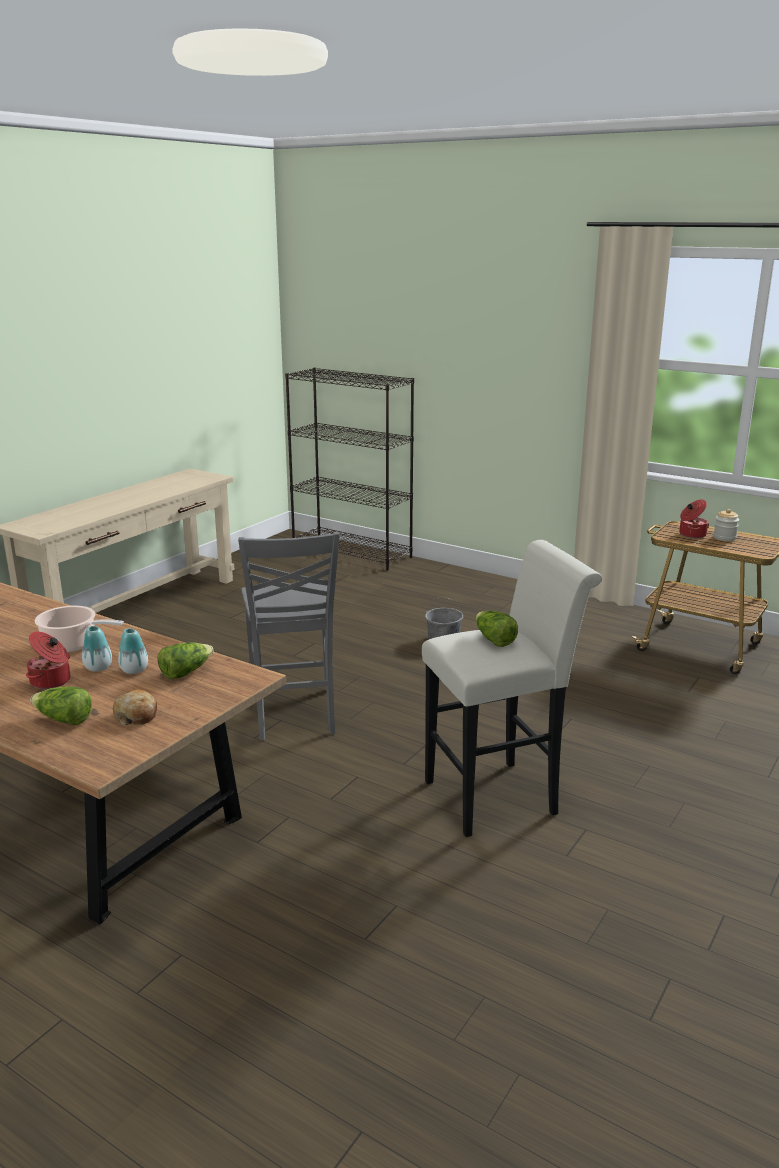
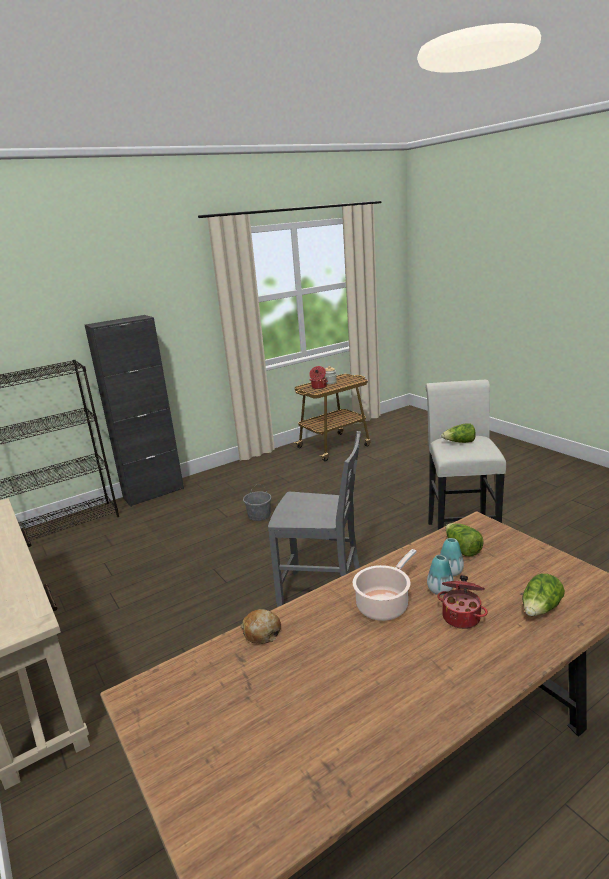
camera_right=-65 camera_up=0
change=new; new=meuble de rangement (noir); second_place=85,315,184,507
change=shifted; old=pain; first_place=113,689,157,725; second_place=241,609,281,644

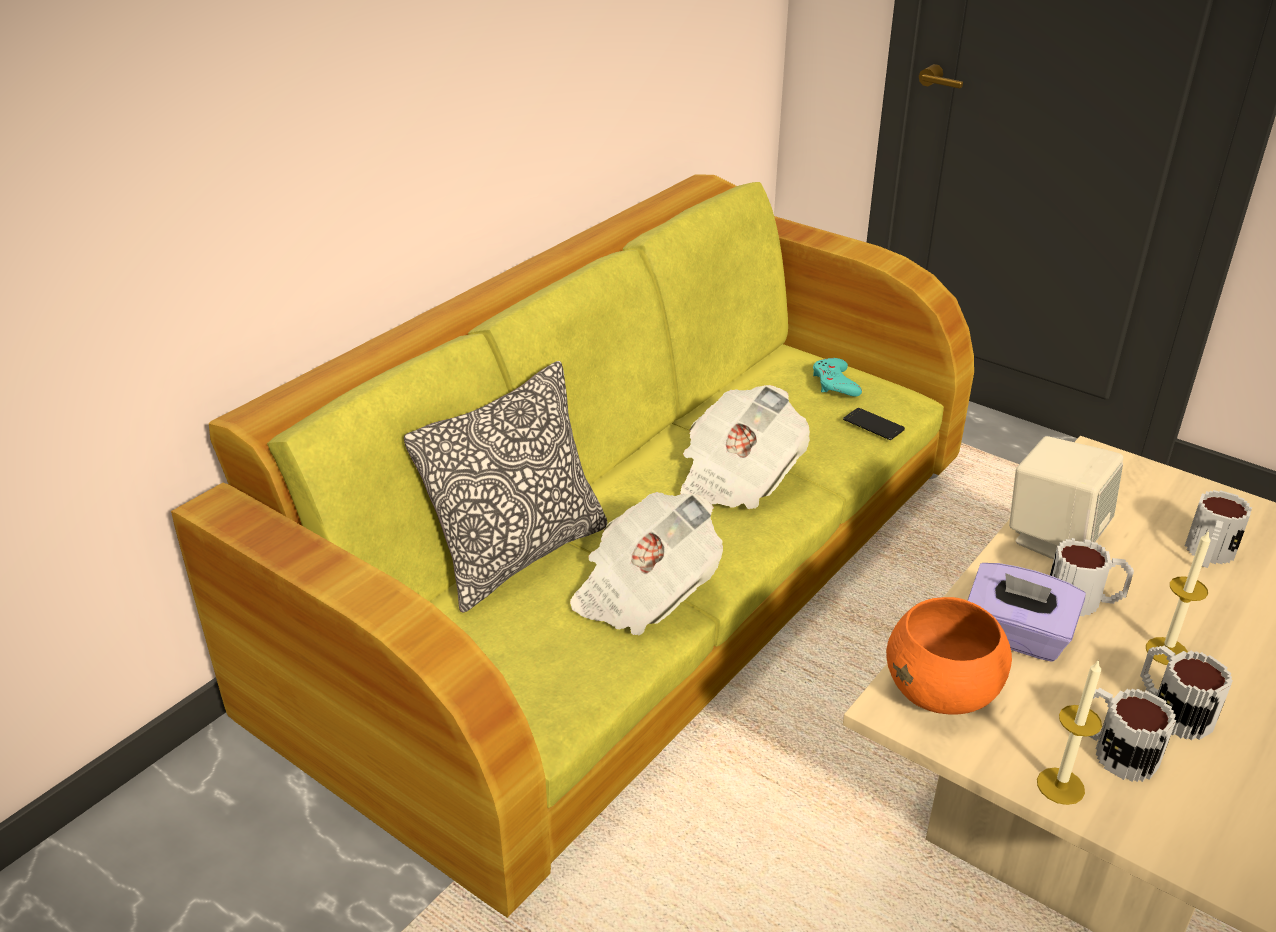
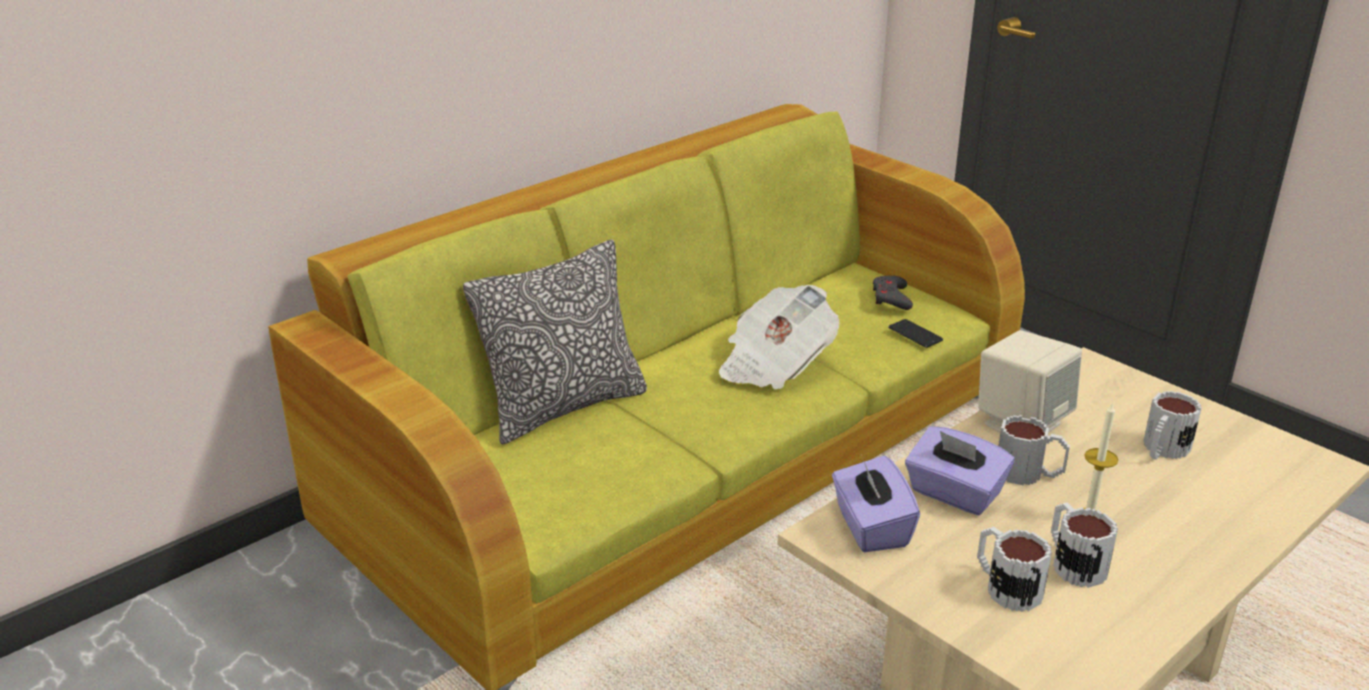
camera_right=10 camera_up=-5
change=gone; old=journal; first_place=570,492,723,636
change=gone; old=bougie; first_place=1037,659,1102,805
change=swapped; old=bol (orange); new=boîte à mouchoirs (violet); first_place=886,597,1012,715; second_place=832,456,920,552
change=repainted; old=manette (turquoise); new=manette (gris); first_place=813,358,862,397; second_place=873,275,913,310

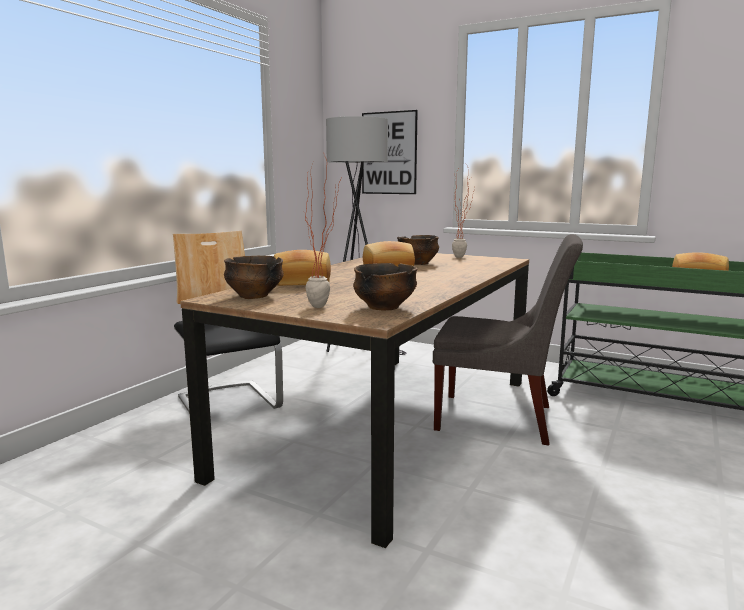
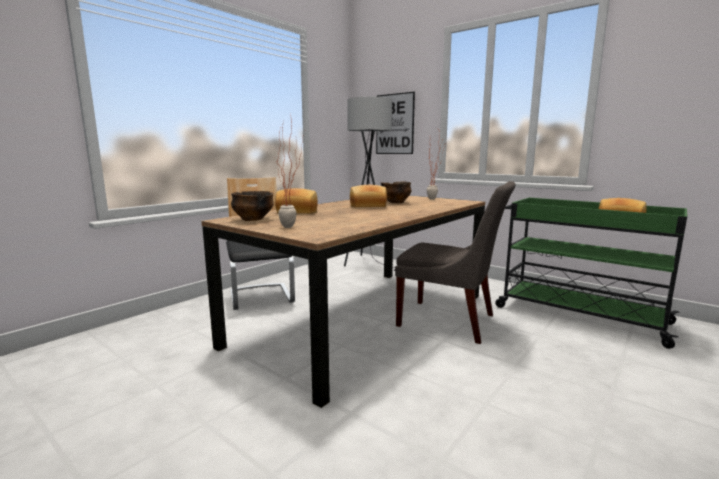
camera_right=10 camera_up=0
change=gone; old=bol; first_place=353,263,418,311

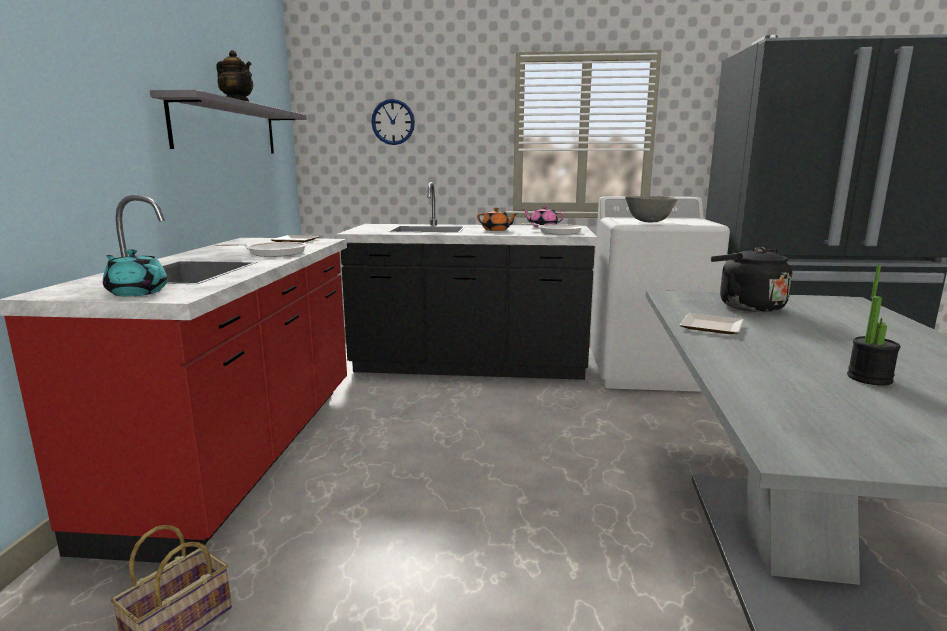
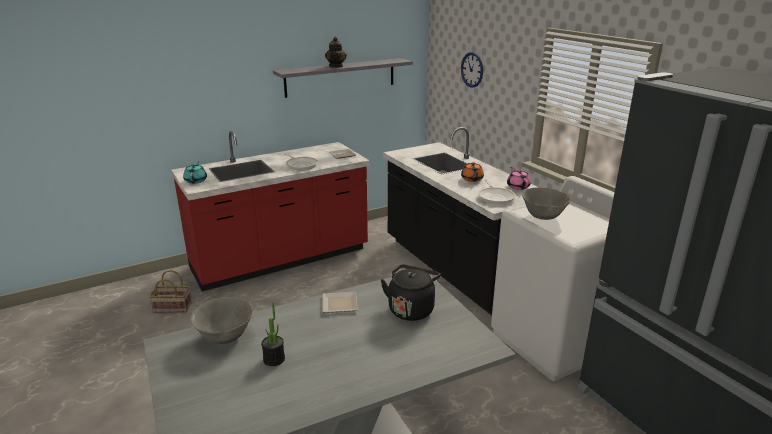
camera_right=55 camera_up=10
change=new; new=bol (gris); second_place=191,297,253,344

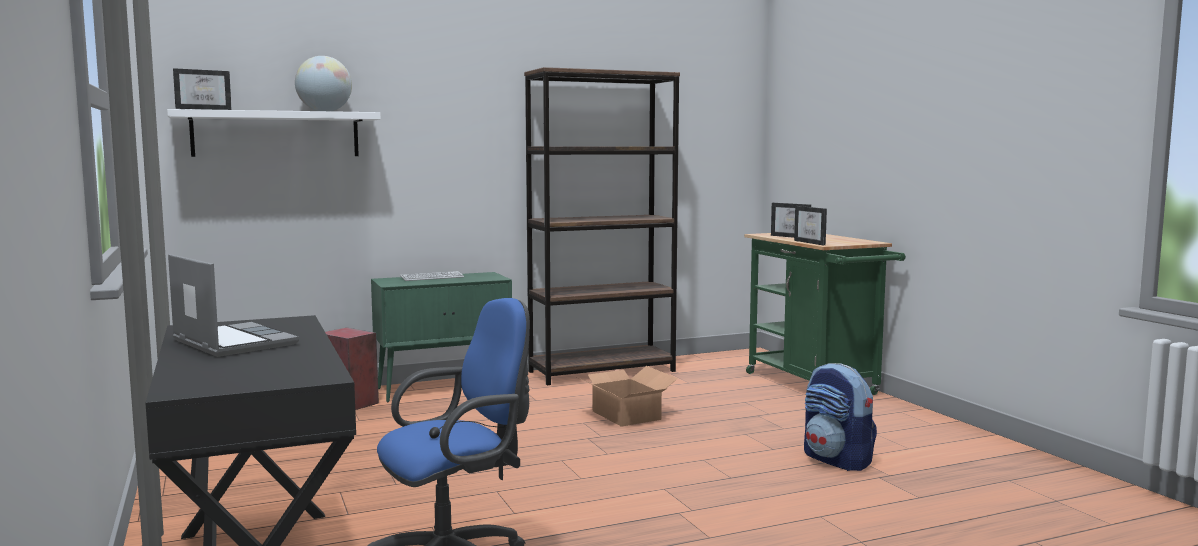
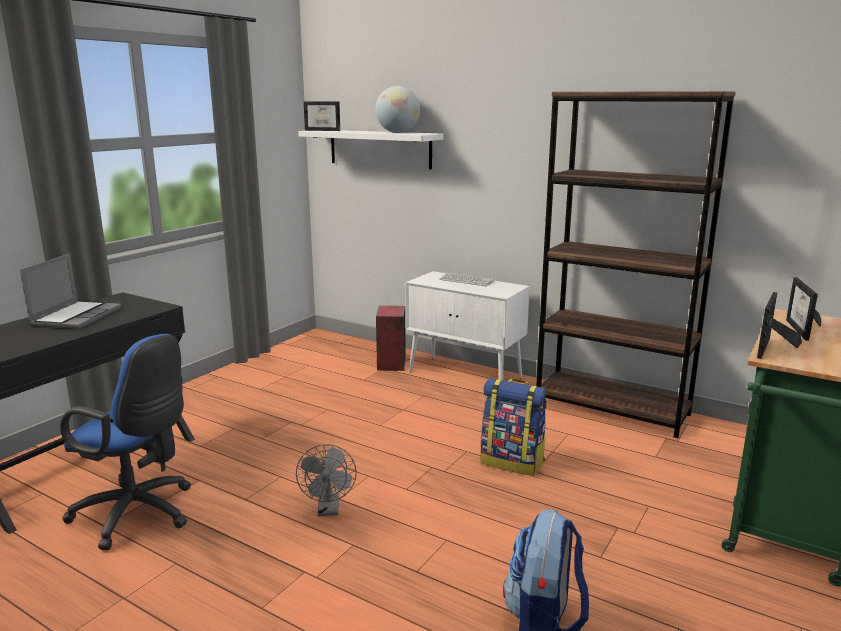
camera_right=55 camera_up=10
change=new; new=ventilateur (gris); second_place=296,444,357,516
change=swapped; old=carton; new=sac à dos; first_place=575,366,678,427; second_place=480,378,547,476
change=repainted; old=meuble de rangement (vert); new=meuble de rangement (blanc); first_place=371,272,512,402; second_place=405,271,530,380

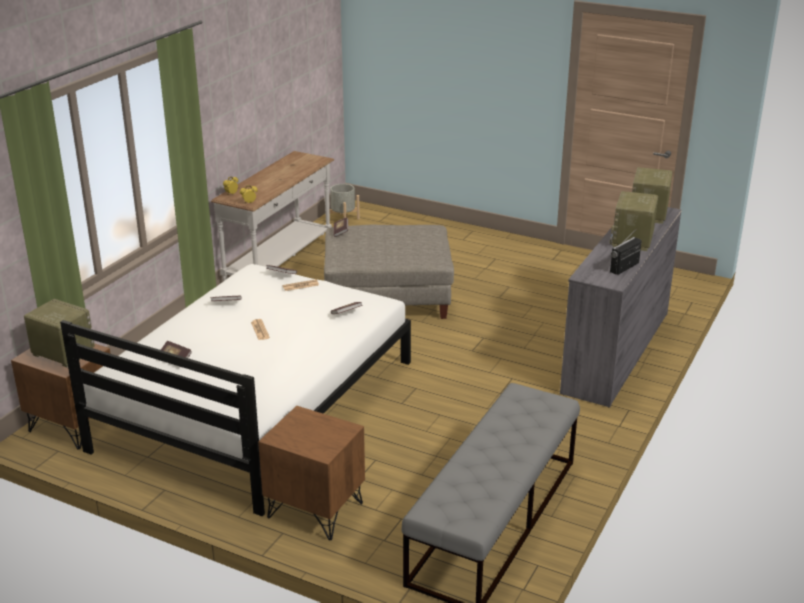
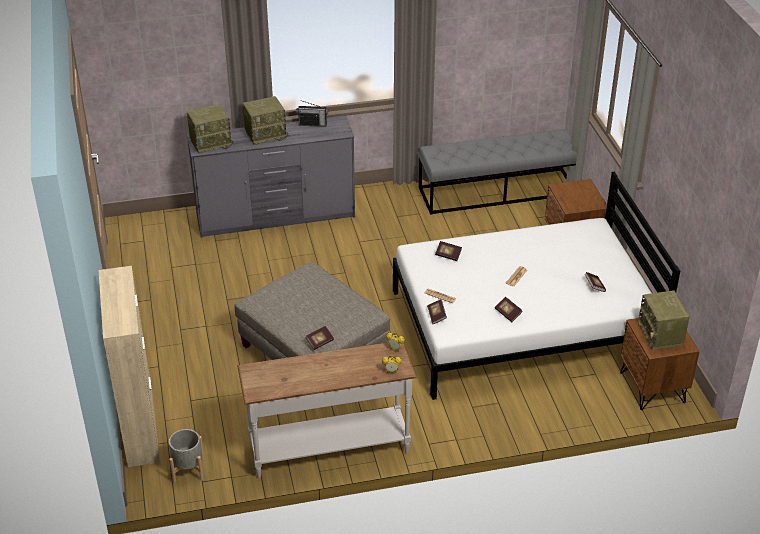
camera_right=-130 camera_up=10
change=new; new=meuble de rangement (beige); second_place=98,266,160,467

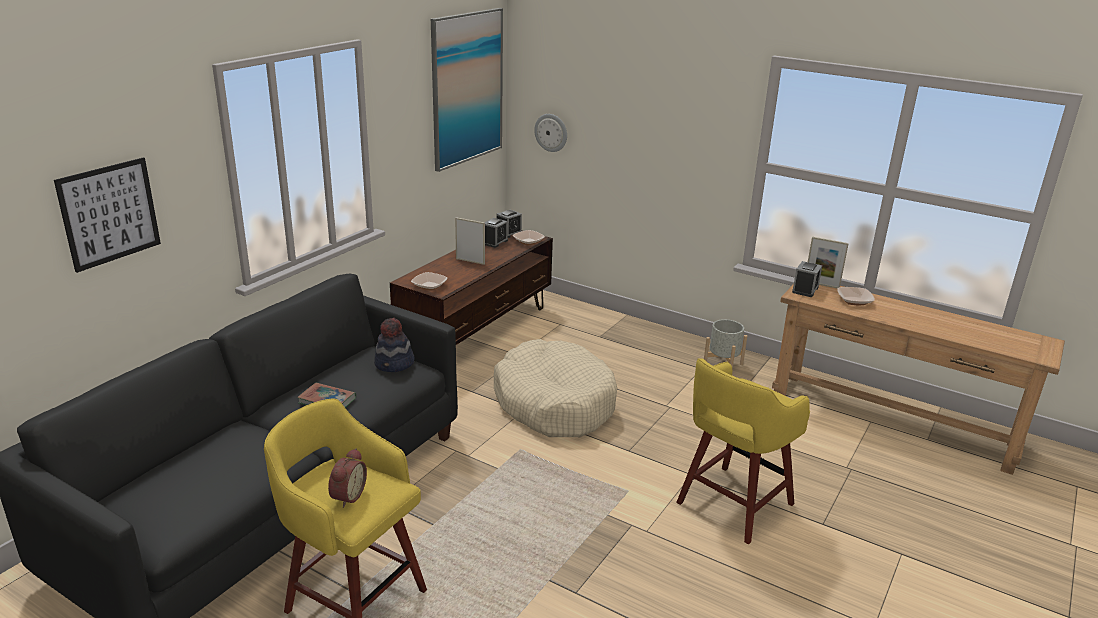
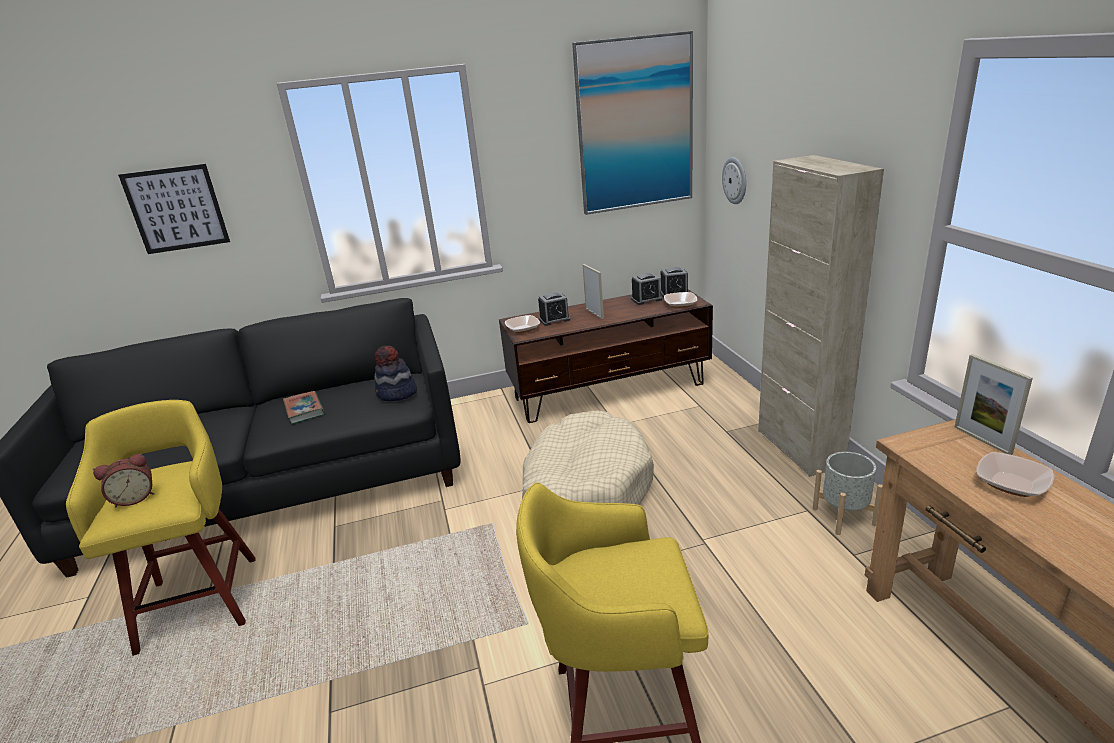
camera_right=45 camera_up=0
change=new; new=meuble de rangement (beige); second_place=758,155,884,477
change=shifted; old=réveil; first_place=792,261,822,297; second_place=538,292,570,326

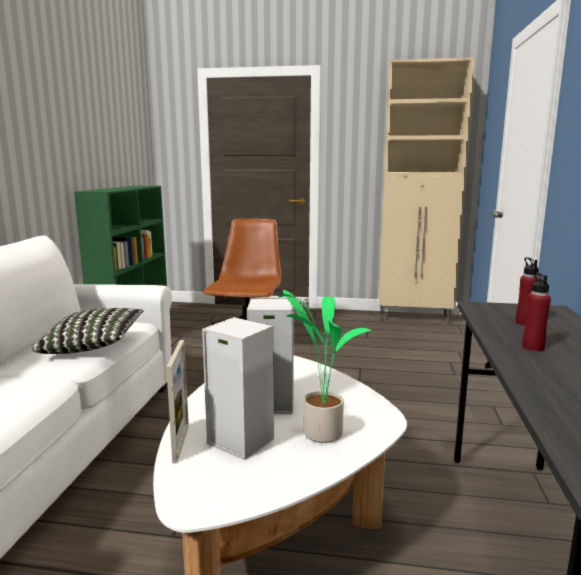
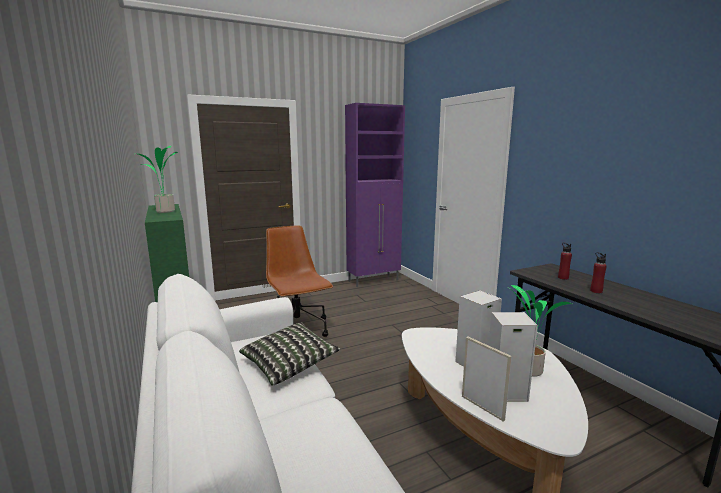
camera_right=-35 camera_up=0
change=new; new=plante en pot; second_place=138,146,178,213
change=repainted; old=meuble de rangement (beige); new=meuble de rangement (violet); first_place=379,57,475,324; second_place=345,103,405,287

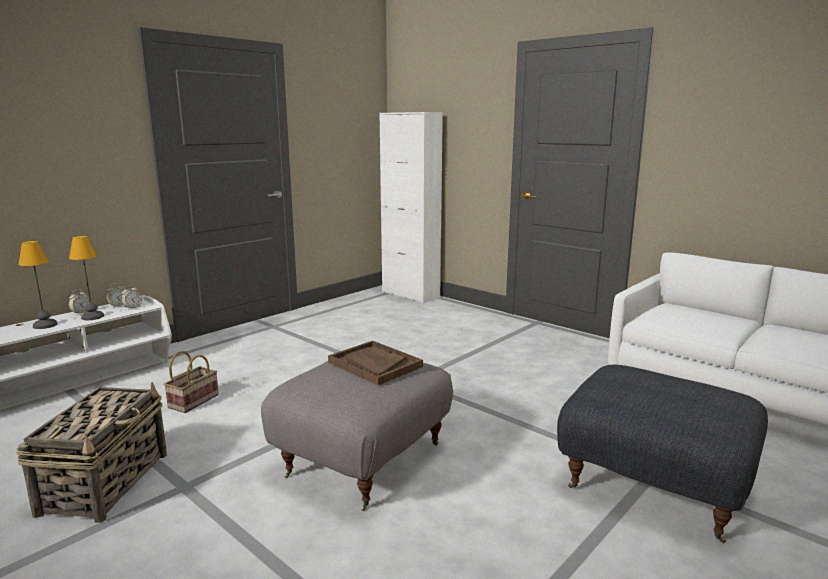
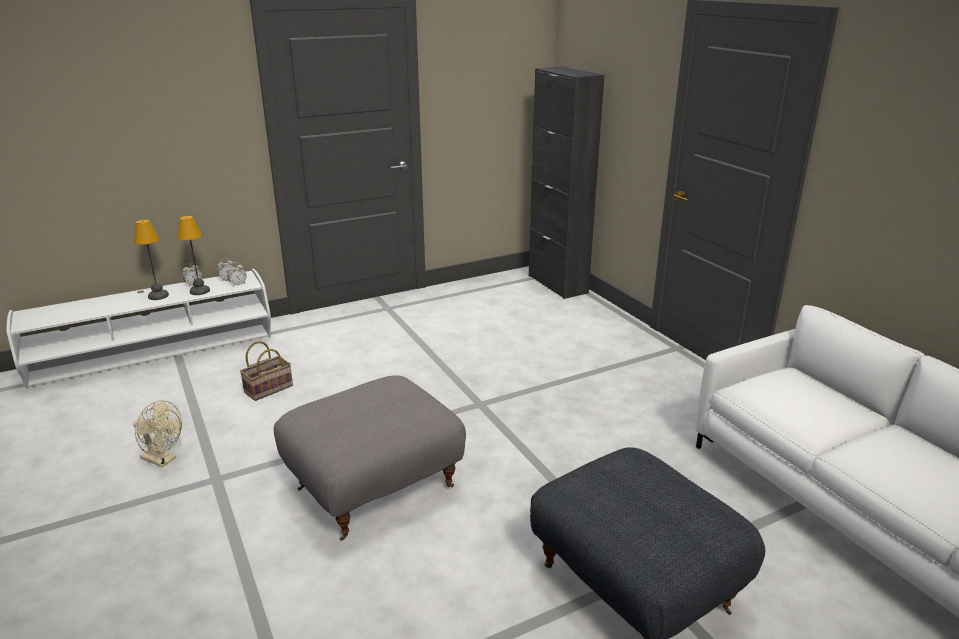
camera_right=20 camera_up=10
change=gone; old=plateau (marron); first_place=328,341,423,385
change=swapped; old=panier; new=ventilateur (beige); first_place=16,382,167,523; second_place=133,400,182,467
change=repainted; old=meuble de rangement (blanc); new=meuble de rangement (noir); first_place=379,112,443,303; second_place=529,67,604,299

